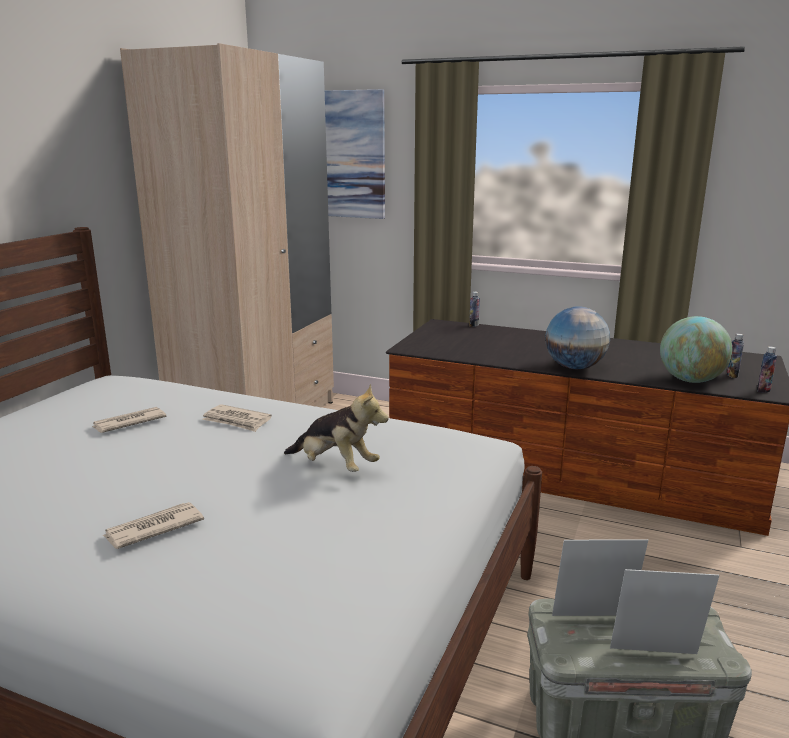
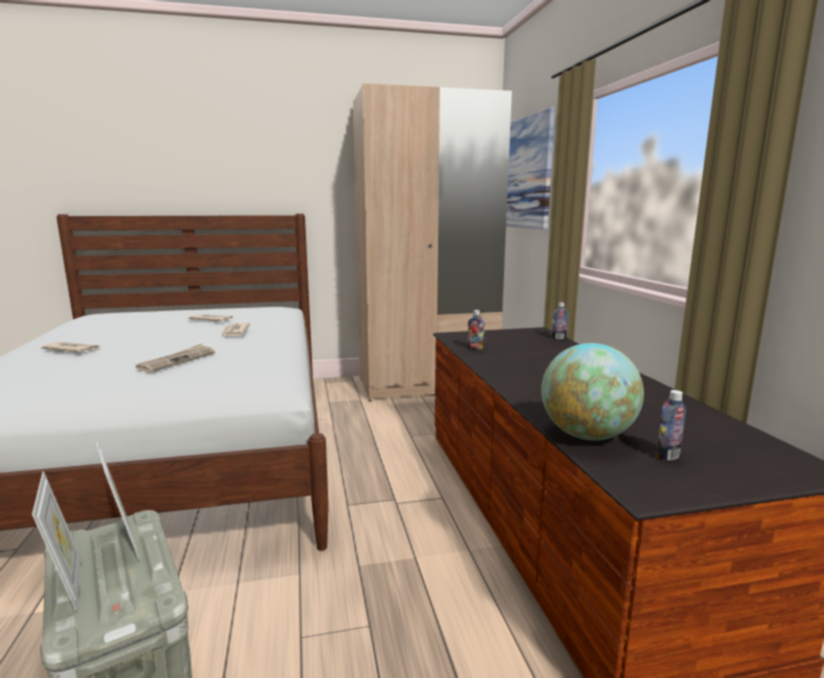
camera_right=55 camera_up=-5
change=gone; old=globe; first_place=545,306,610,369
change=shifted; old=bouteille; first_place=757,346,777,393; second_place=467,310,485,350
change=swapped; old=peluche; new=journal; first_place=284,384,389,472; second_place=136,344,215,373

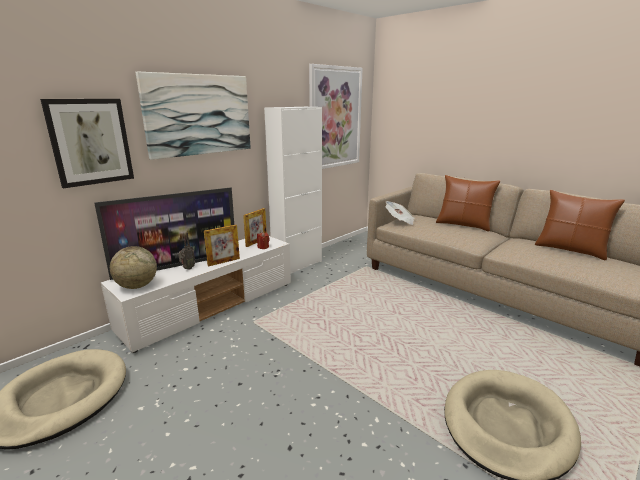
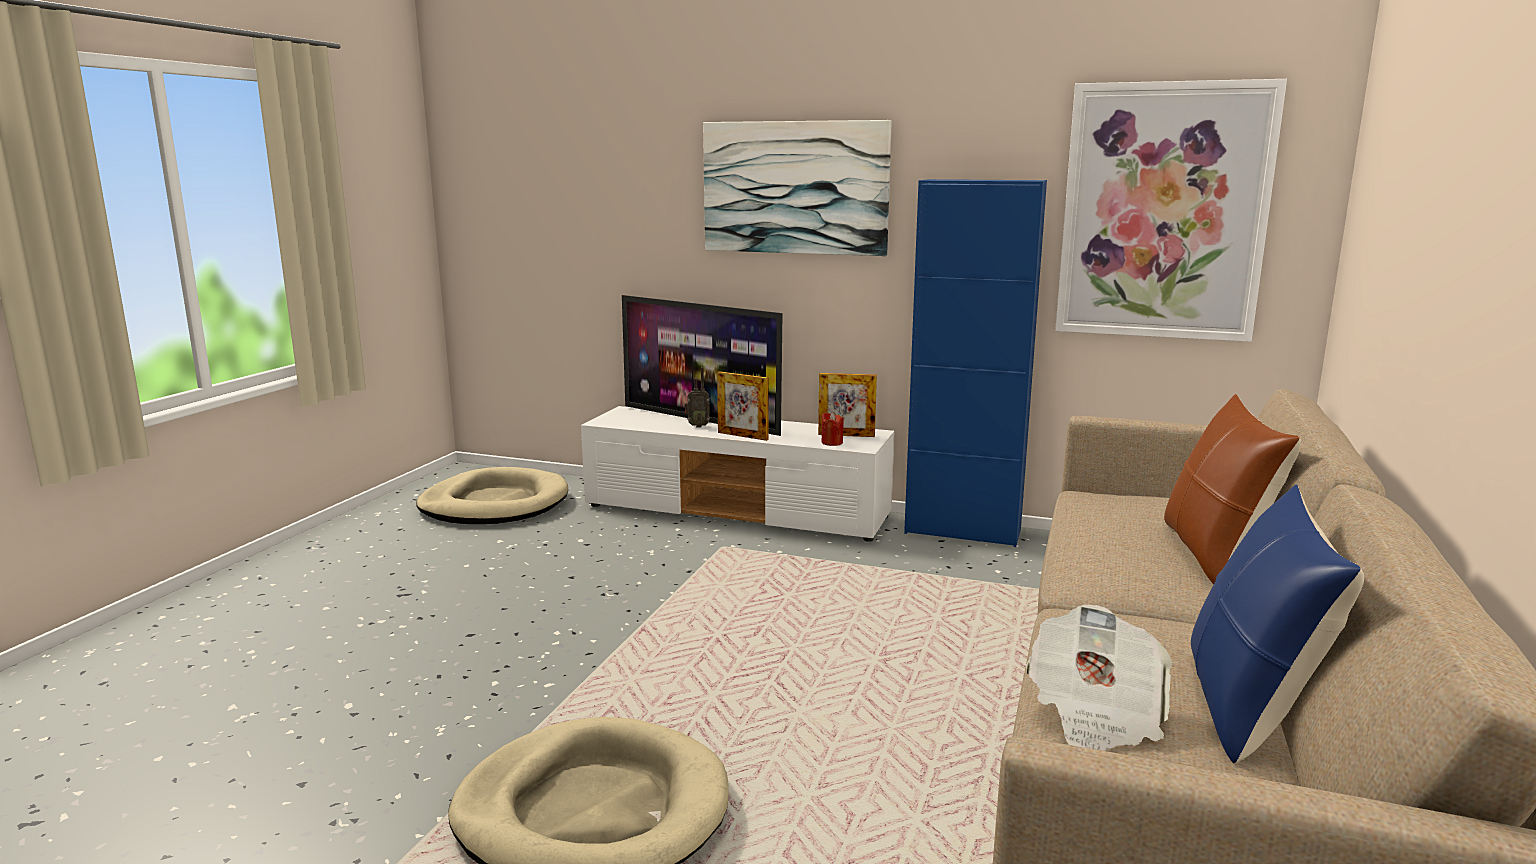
camera_right=65 camera_up=-5
change=gone; old=tableau; first_place=40,99,134,189
change=gone; old=globe; first_place=110,246,157,289
change=shifted; old=journal; first_place=385,201,415,225; second_place=1026,604,1172,751
change=repainted; old=meuble de rangement (blanc); new=meuble de rangement (bleu); first_place=264,107,322,274; second_place=904,179,1047,547
change=repainted; old=coussin (marron); new=coussin (bleu); first_place=535,190,625,260; second_place=1191,484,1364,764

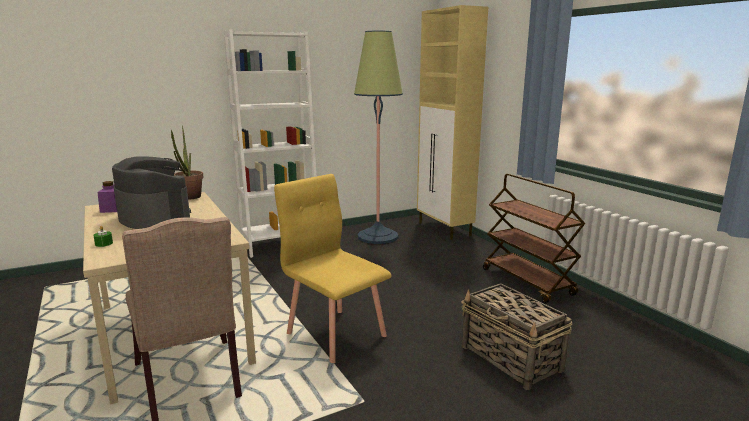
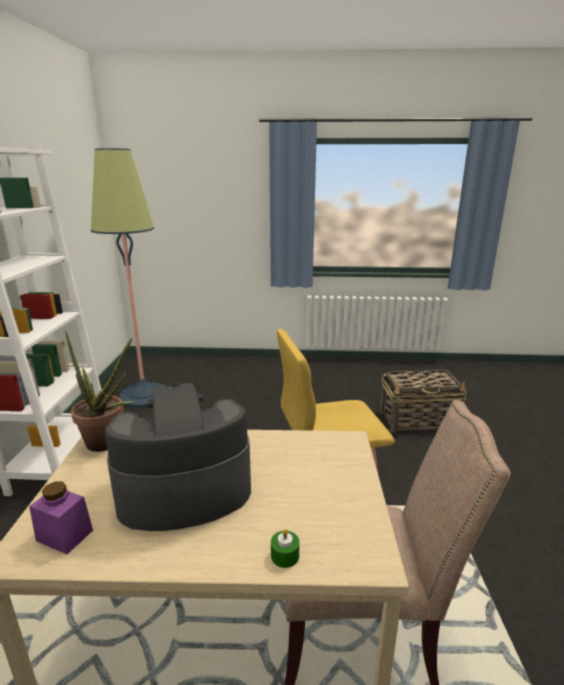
camera_right=-60 camera_up=5
change=gone; old=meuble de rangement (beige); first_place=417,5,488,240
change=gone; old=chariot (marron); first_place=483,174,585,304

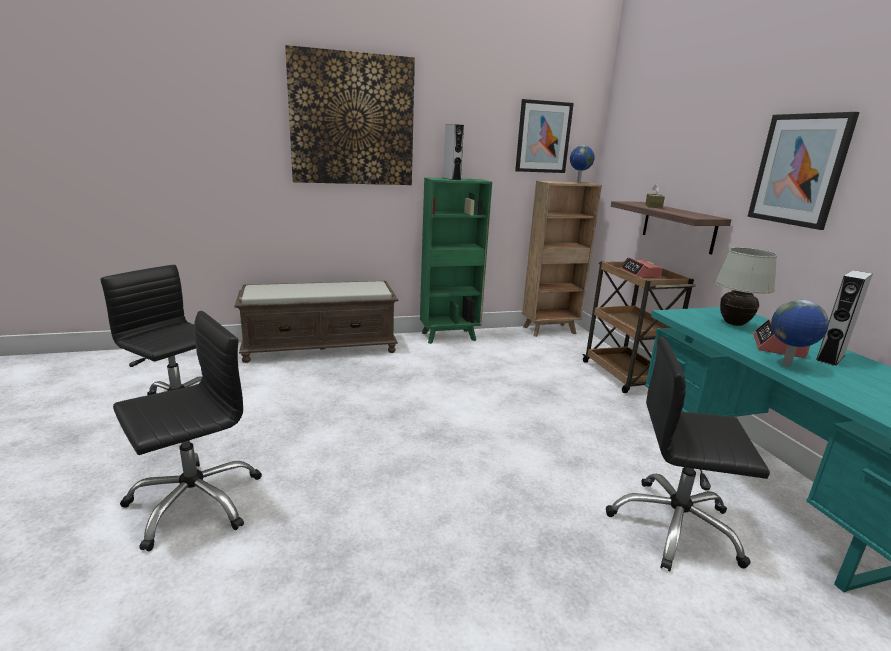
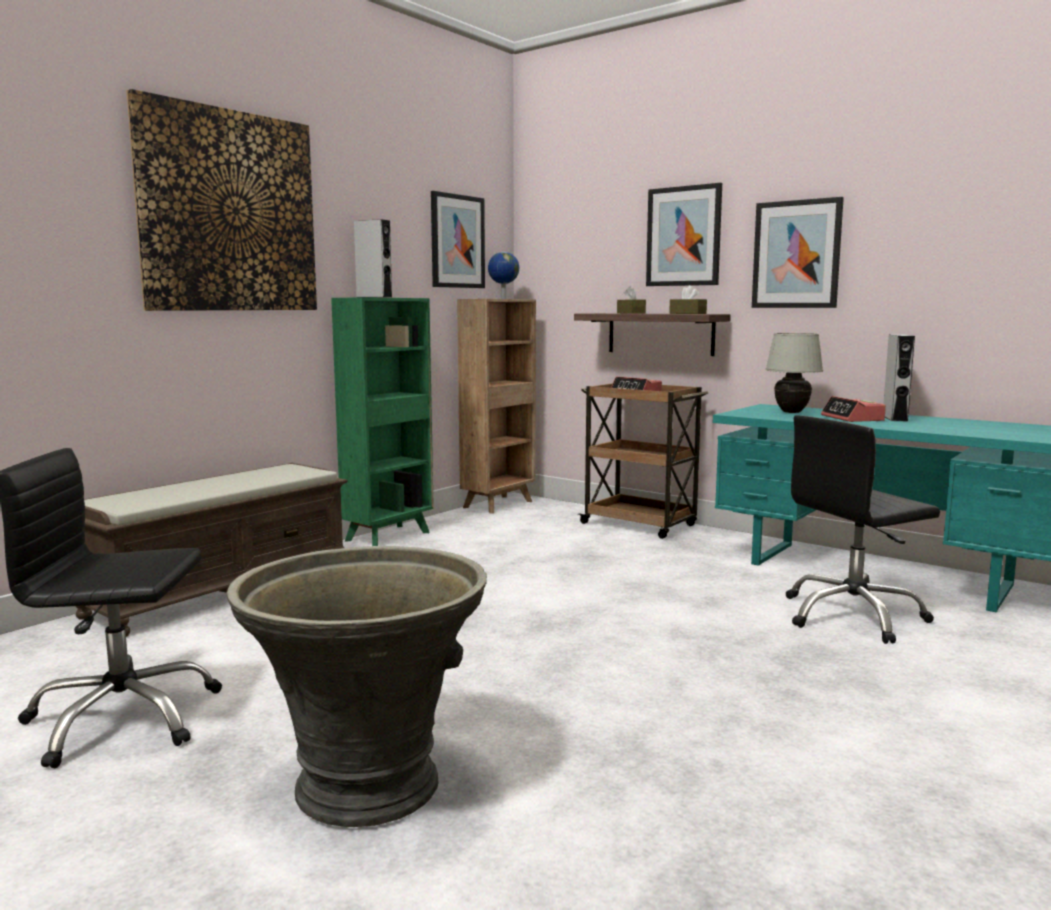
camera_right=-35 camera_up=-10
change=gone; old=globe; first_place=771,300,829,367
change=new; new=tableau; second_place=646,183,722,286
change=new; new=boîte à mouchoirs (marron); second_place=669,285,707,314
change=swapped; old=chaise de bureau (noir); new=cache-pot (gris); first_place=113,311,262,551; second_place=227,546,487,827

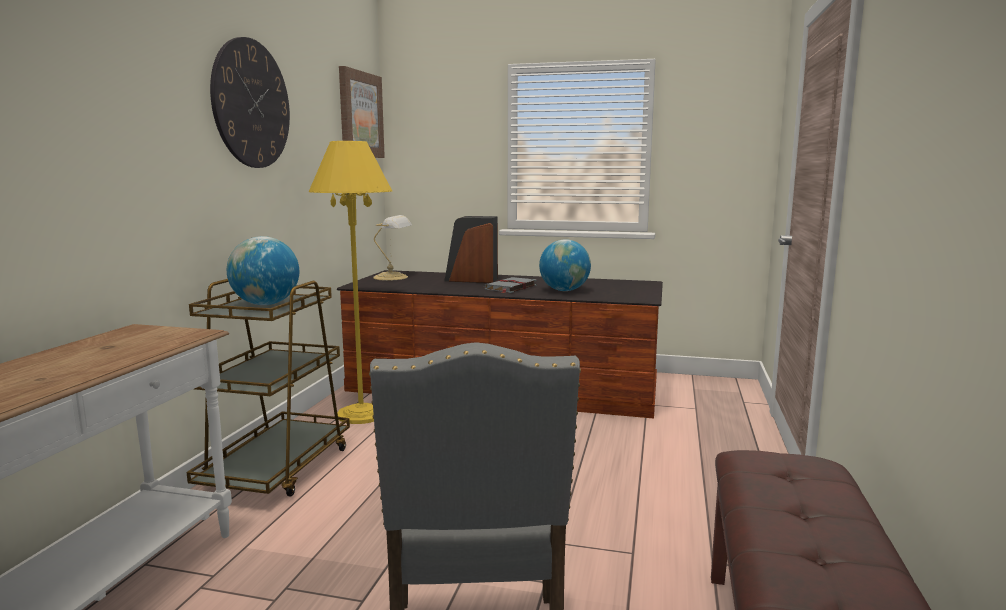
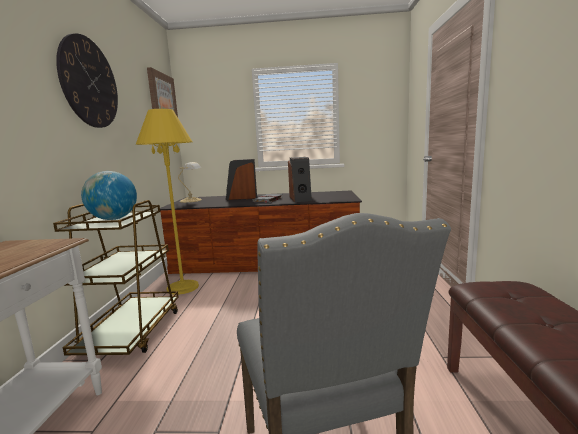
camera_right=-10 camera_up=0
change=swapped; old=globe; new=enceinte; first_place=539,239,591,291; second_place=288,157,312,202

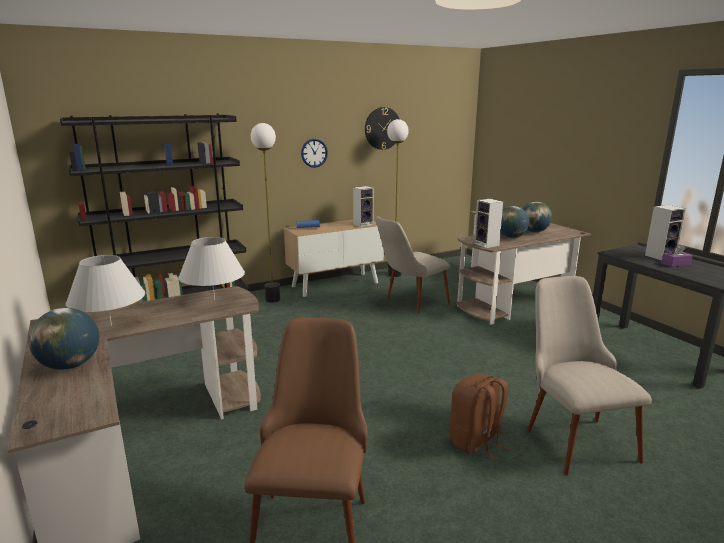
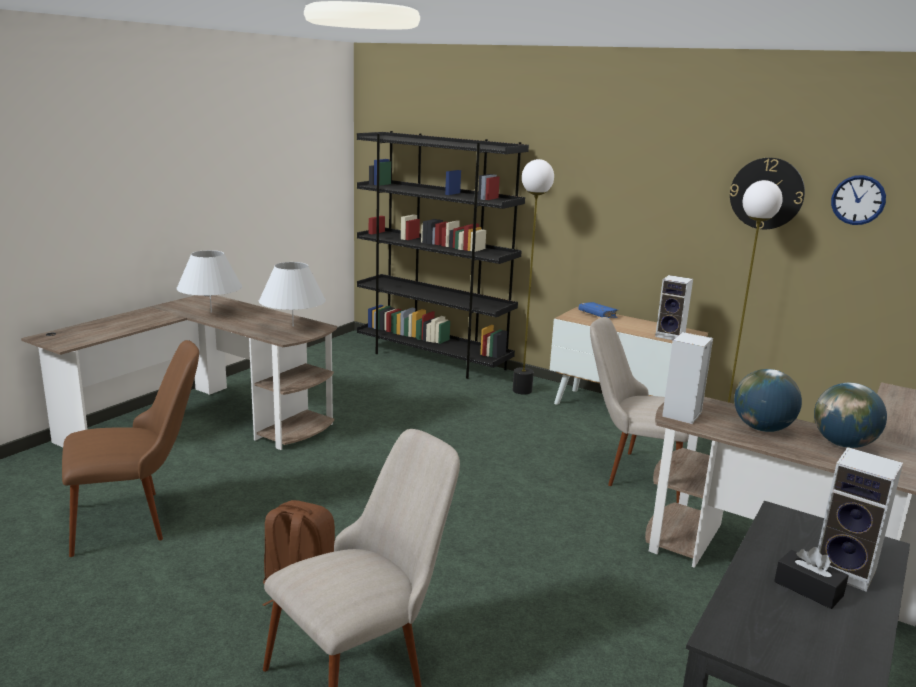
camera_right=60 camera_up=0
change=gone; old=globe; first_place=28,308,99,370
change=shifted; old=horloge murale; first_place=301,139,328,168; second_place=831,175,886,225
change=repainted; old=boîte à mouchoirs (violet); new=boîte à mouchoirs (noir); first_place=661,245,693,267; second_place=774,547,849,609

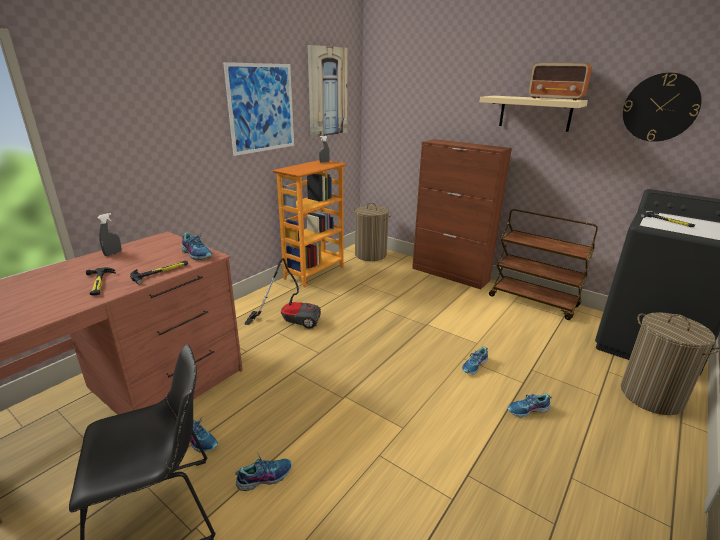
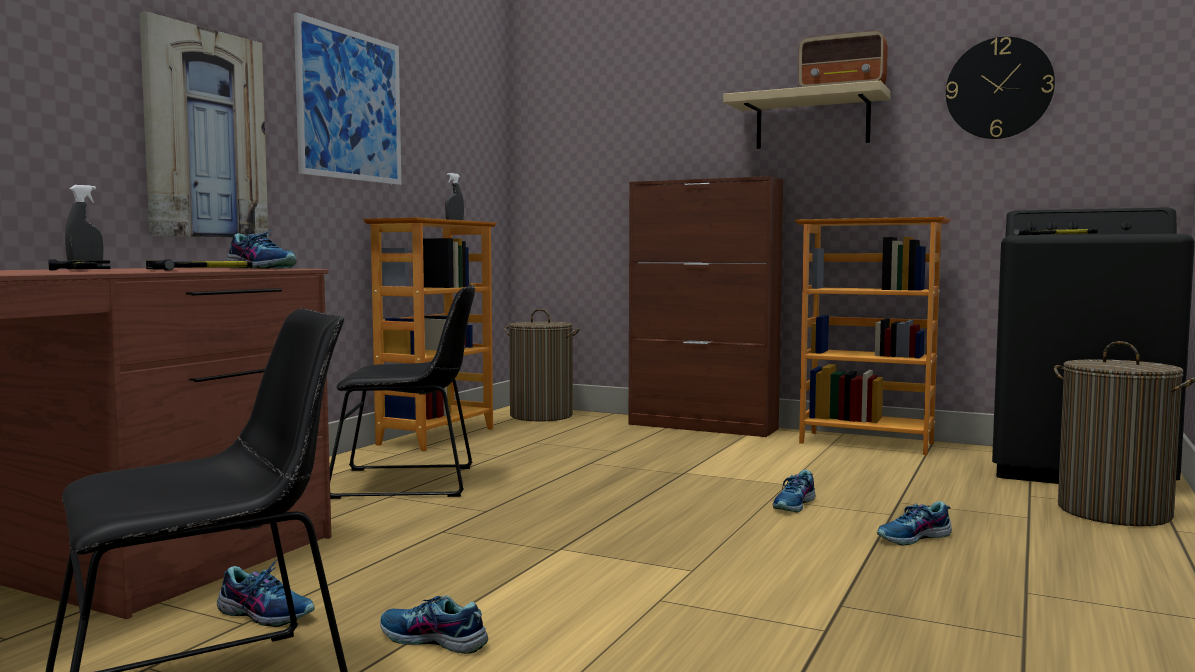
camera_right=-10 camera_up=-20
change=shifted; old=tableau; first_place=308,45,348,138; second_place=139,12,269,238
change=swapped; old=aspirateur; new=chaise (noir); first_place=244,258,321,329; second_place=330,285,475,499
change=swapped; old=chariot (marron); new=bibliothèque; first_place=489,209,598,320; second_place=795,217,951,455
change=rotated; old=chaussure; first_place=235,452,292,491; second_place=380,595,488,654; degrees=-120

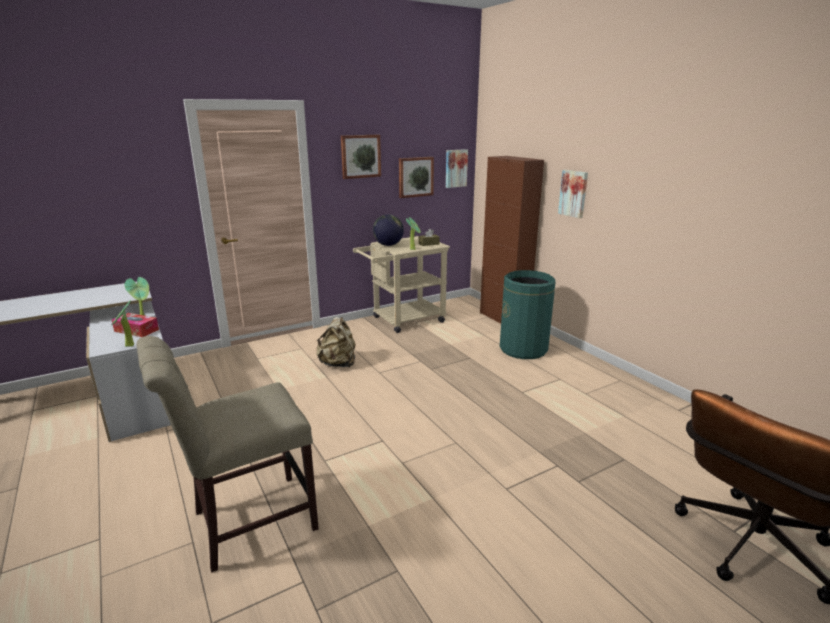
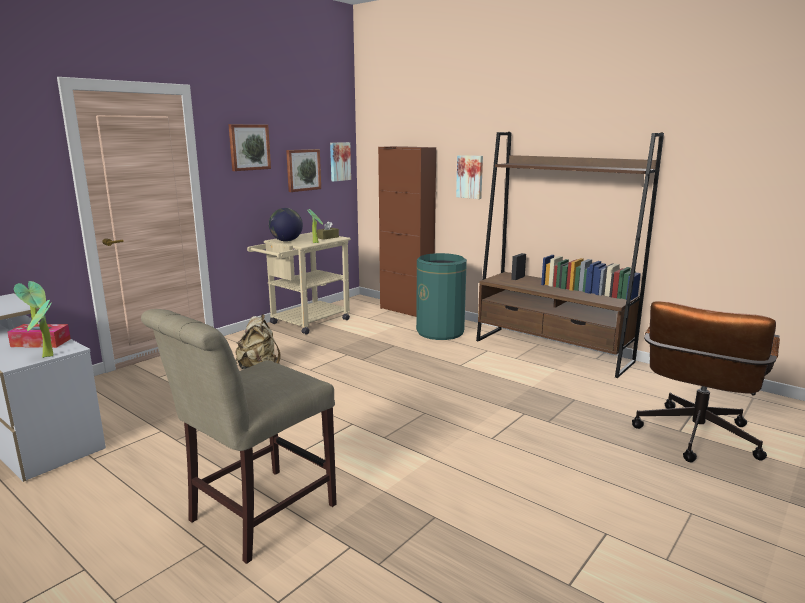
camera_right=-20 camera_up=-5
change=new; new=bibliothèque (marron); second_place=476,132,664,378

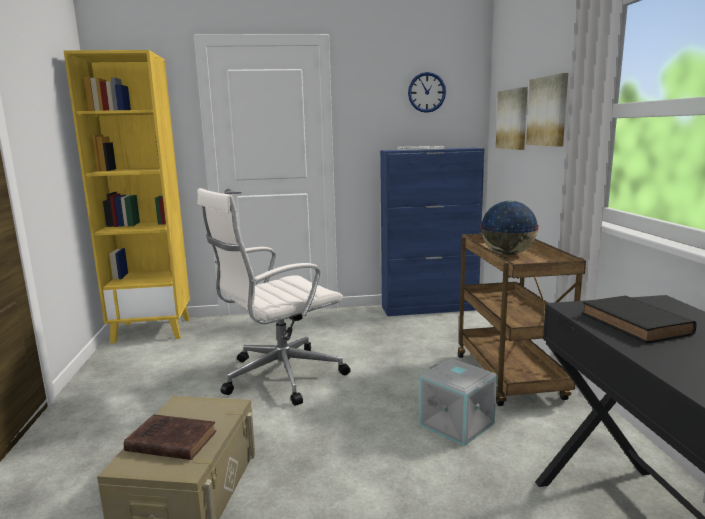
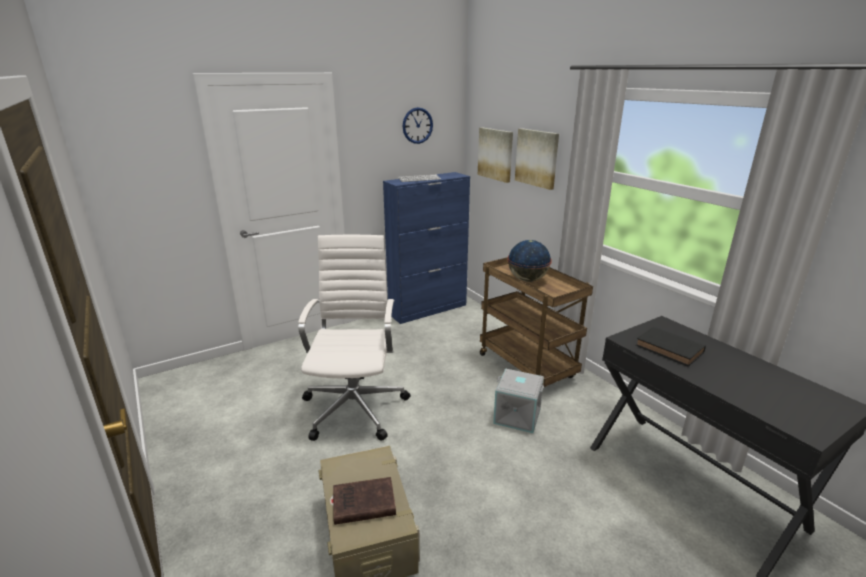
camera_right=-25 camera_up=10
change=gone; old=bibliothèque (jaune); first_place=63,50,190,344
change=rotated; old=chaise de bureau (blanc); first_place=197,188,351,406; second_place=298,235,411,441; degrees=150

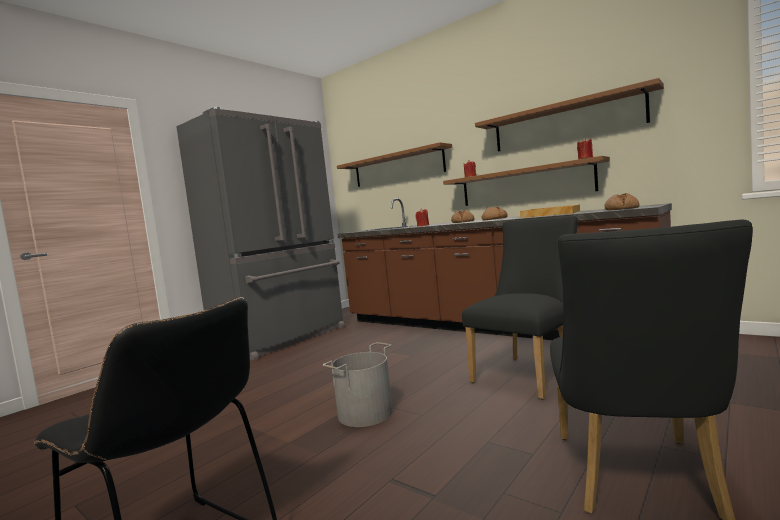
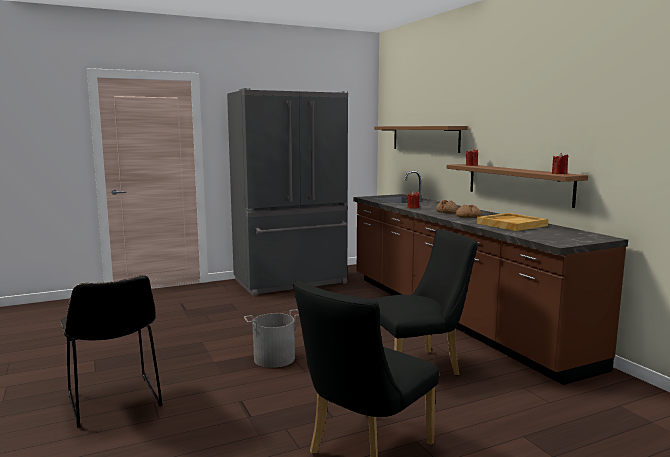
camera_right=25 camera_up=5
change=gone; old=étagère (marron); first_place=475,78,664,152
change=gone; old=pain; first_place=604,193,640,210

